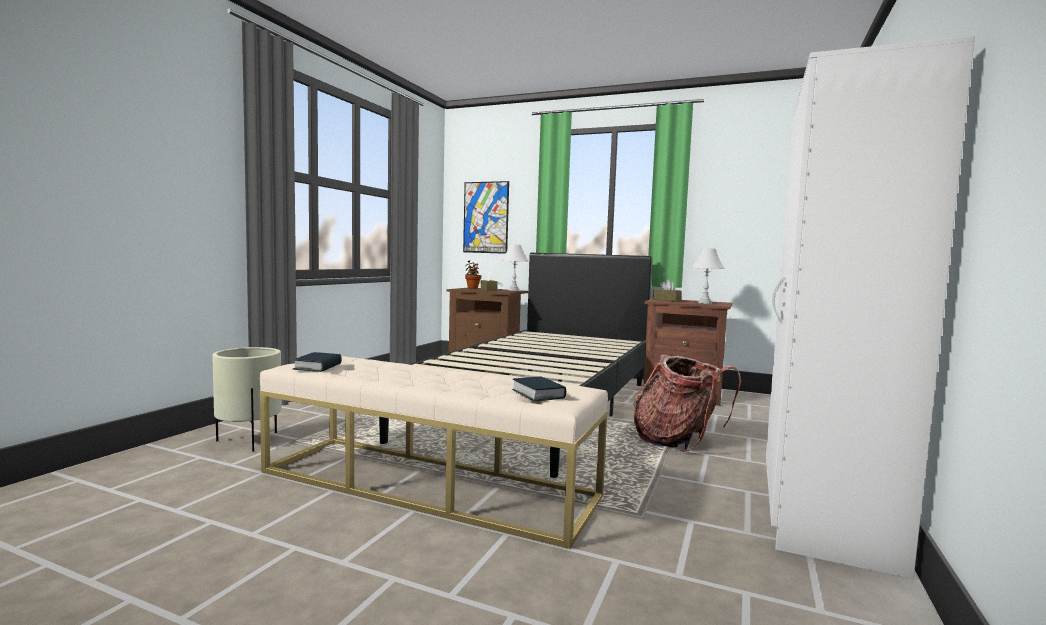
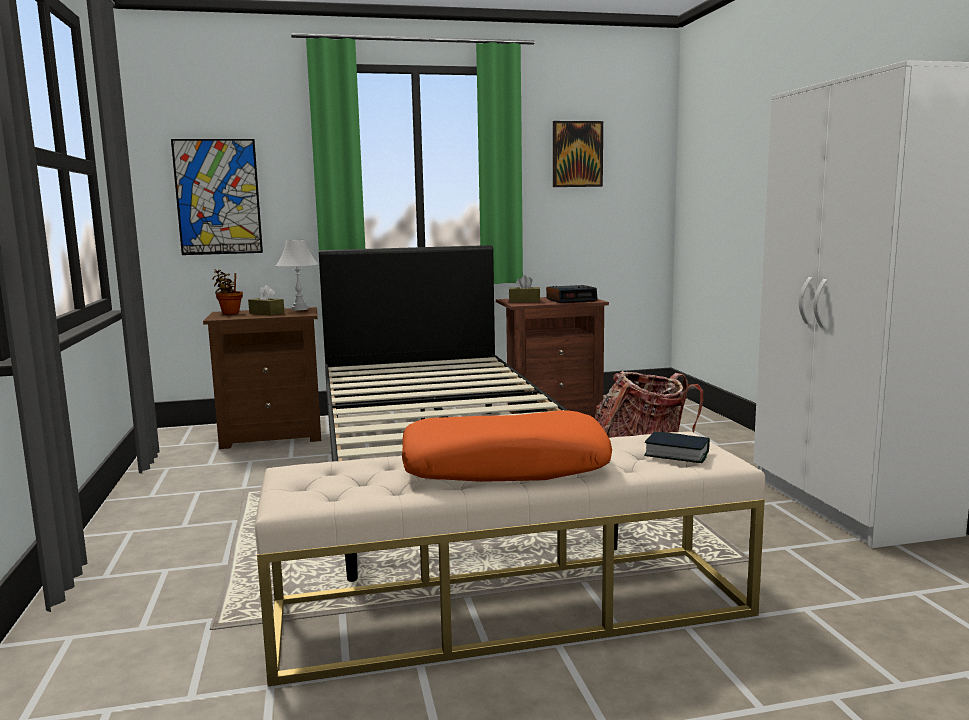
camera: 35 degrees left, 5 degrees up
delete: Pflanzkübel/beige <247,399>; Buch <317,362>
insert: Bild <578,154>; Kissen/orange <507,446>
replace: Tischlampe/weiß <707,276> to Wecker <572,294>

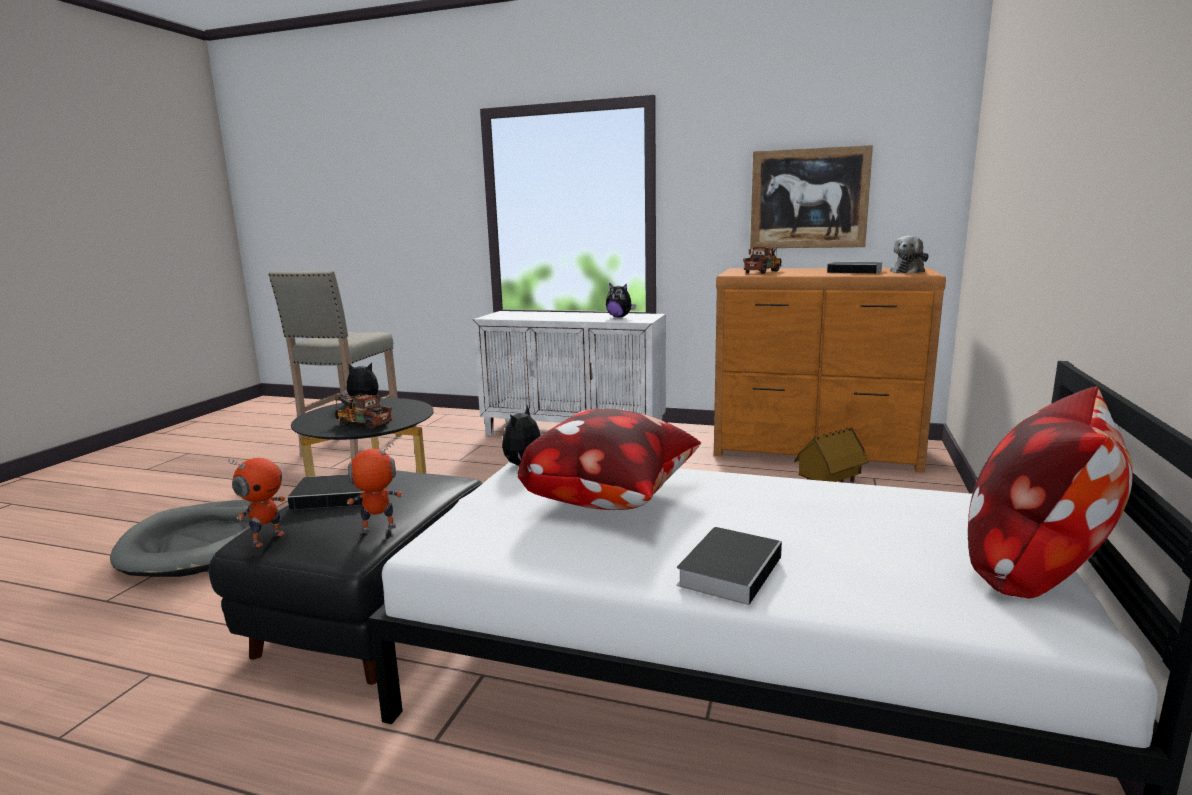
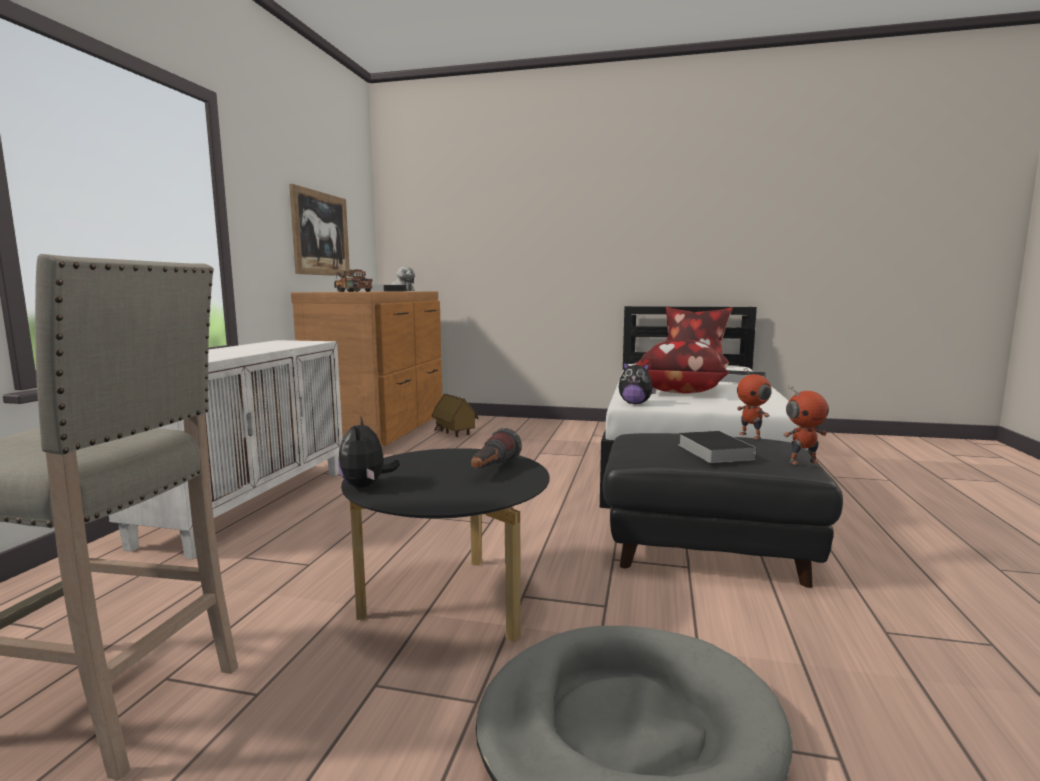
camera: 95 degrees left, 5 degrees down
delete: Plüschtier <621,300>
replace: Spielzeuglaster <363,412> to Taschenlampe <496,448>
rotate: Spielzeugroboter <257,502> = <806,425> 150 degrees clockwise

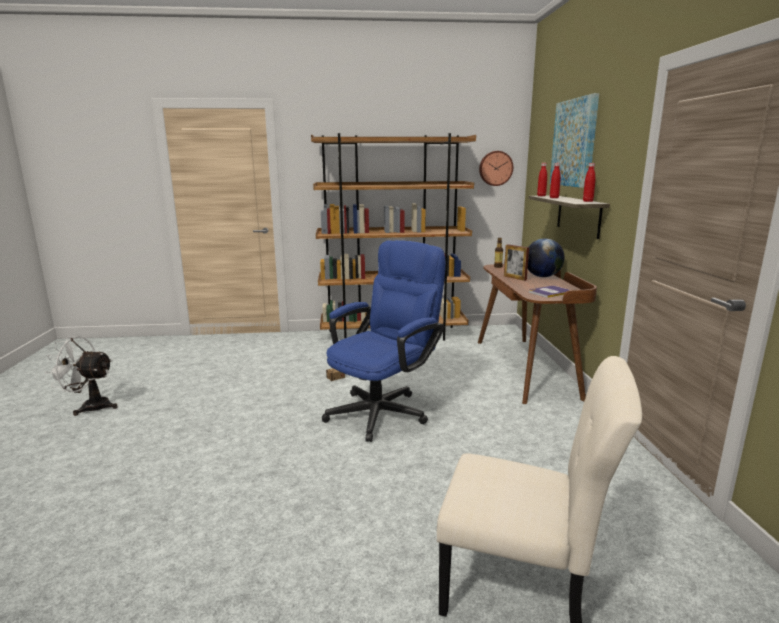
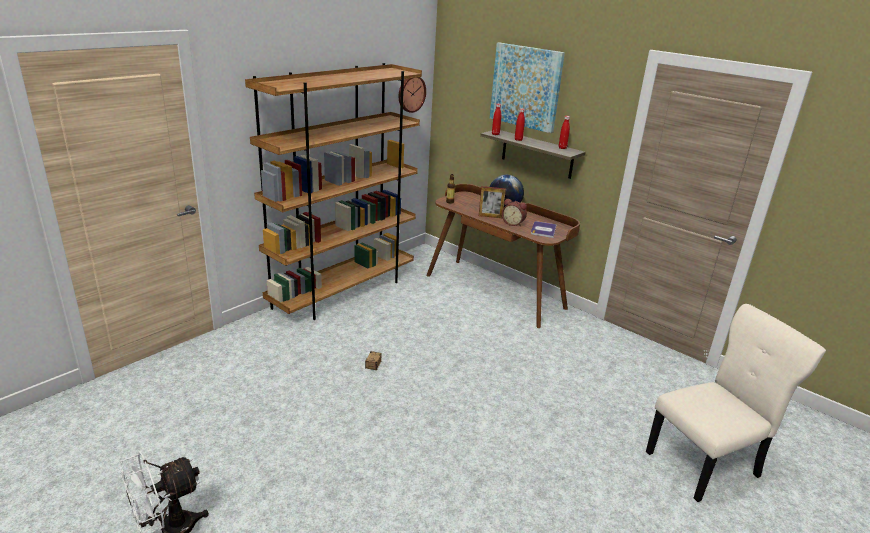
camera: 45 degrees left, 10 degrees up
delete: Bürostuhl/blau <384,341>
insert: Wecker <514,213>

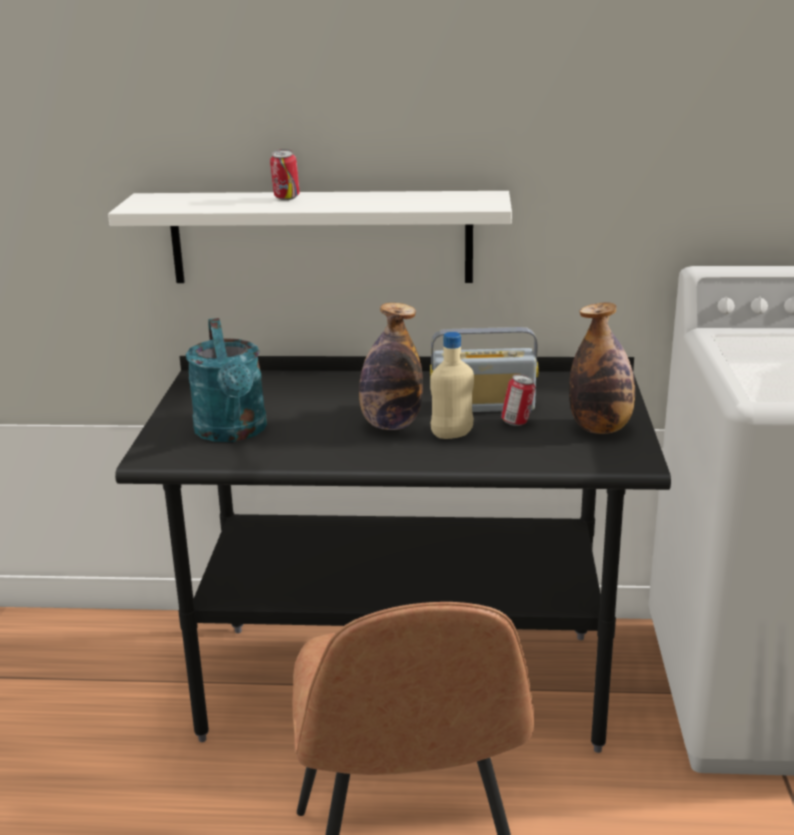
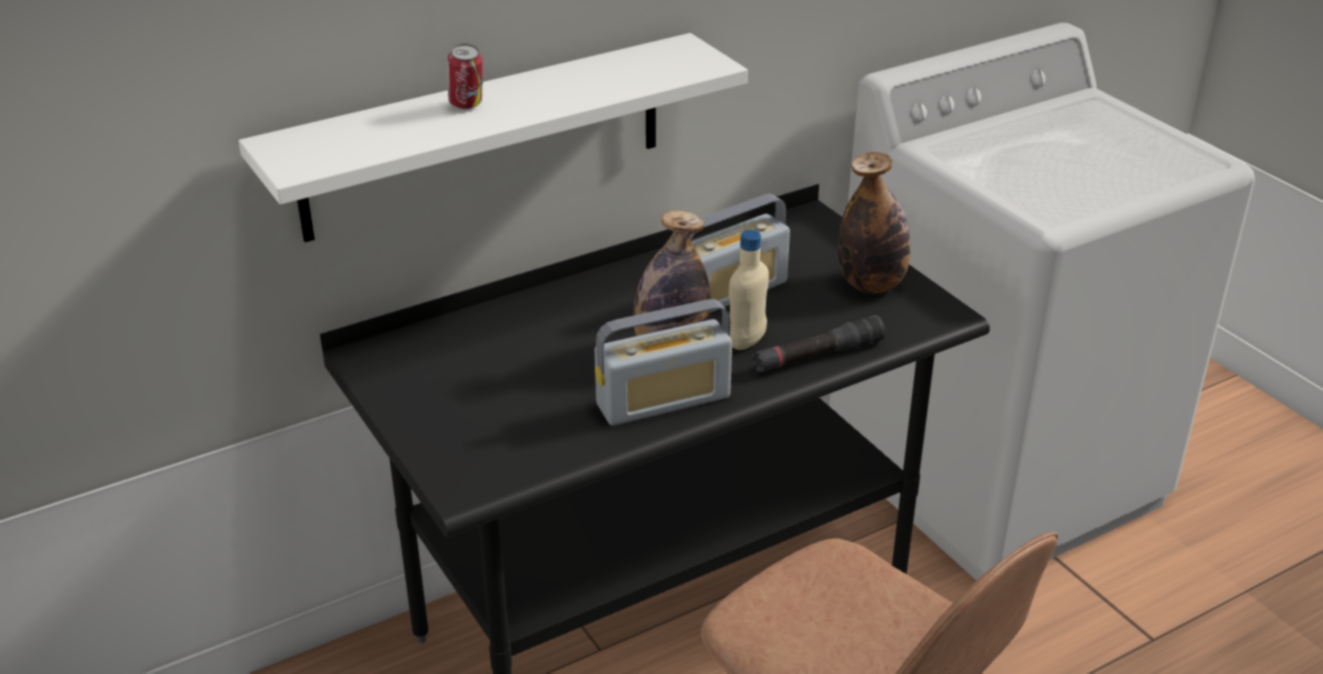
camera: 35 degrees left, 10 degrees up
delete: Gießkanne/türkis <226,380>; Dose <518,400>
insert: Radio <663,362>; Taschenlampe/schwarz <818,343>

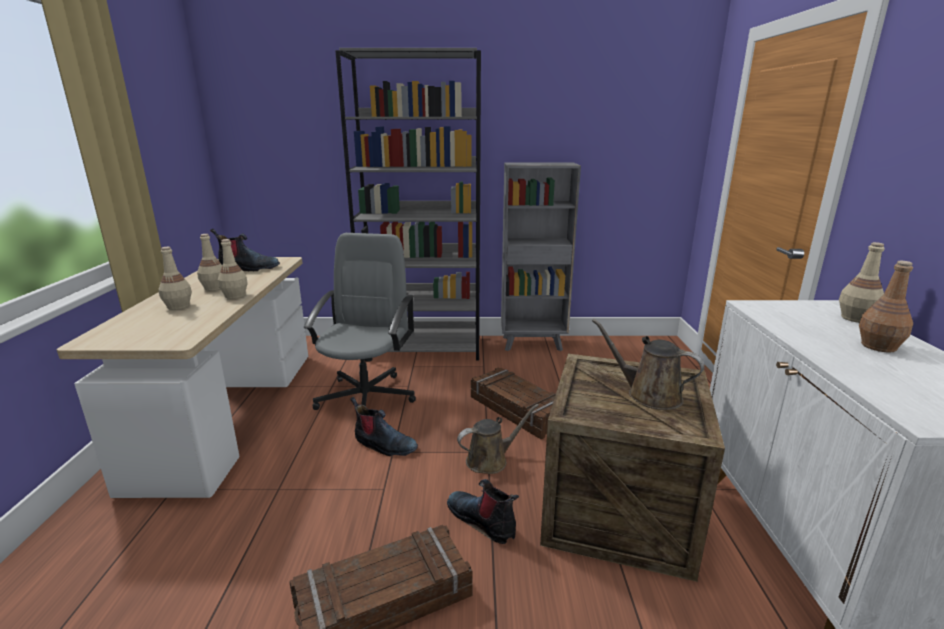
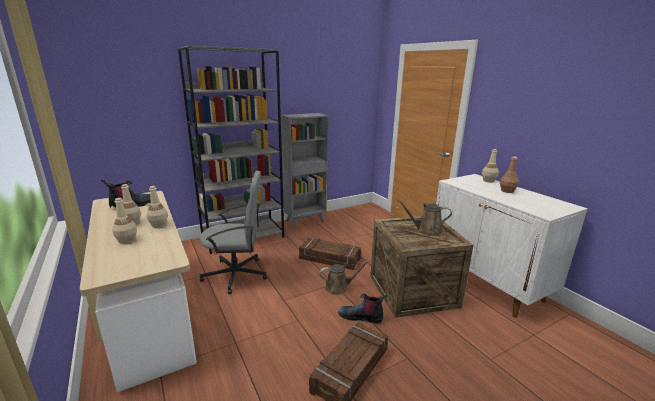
camera: 30 degrees left, 0 degrees up
delete: Stiefel <384,426>
rotate: Bürostuhl/grau <360,321> = <233,232> 105 degrees clockwise; Gießkanne/braun <498,439> = <345,277> 45 degrees clockwise

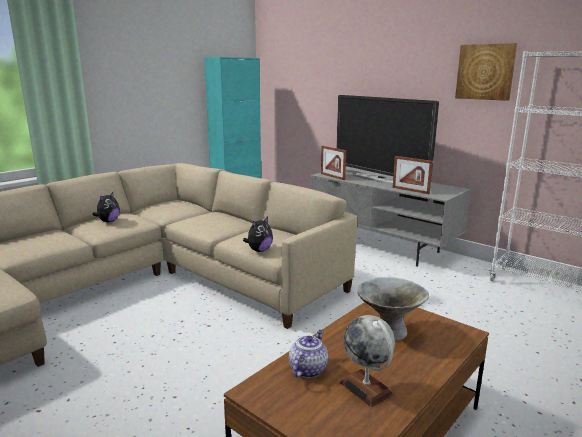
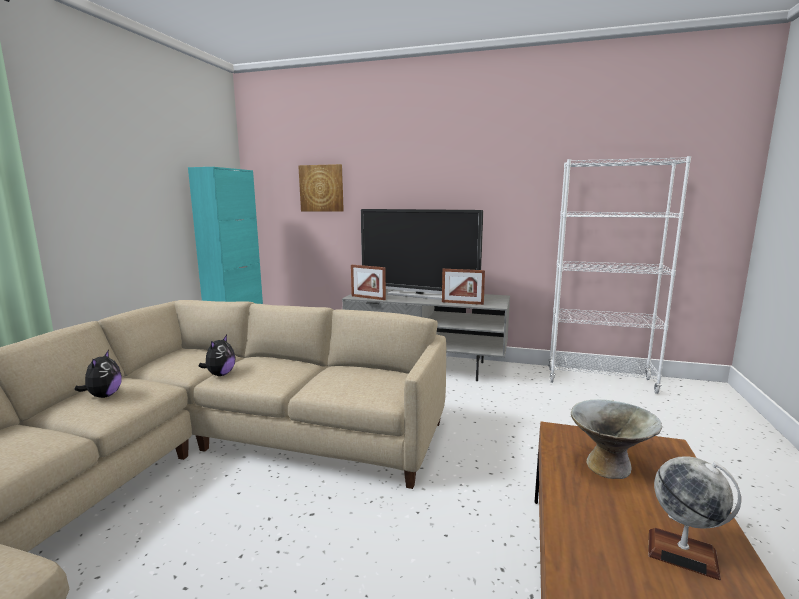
camera: 25 degrees left, 5 degrees down
delete: Teekanne <308,354>
move: Bild <486,72> to <321,188>; Plüschtier <258,234> to <216,355>

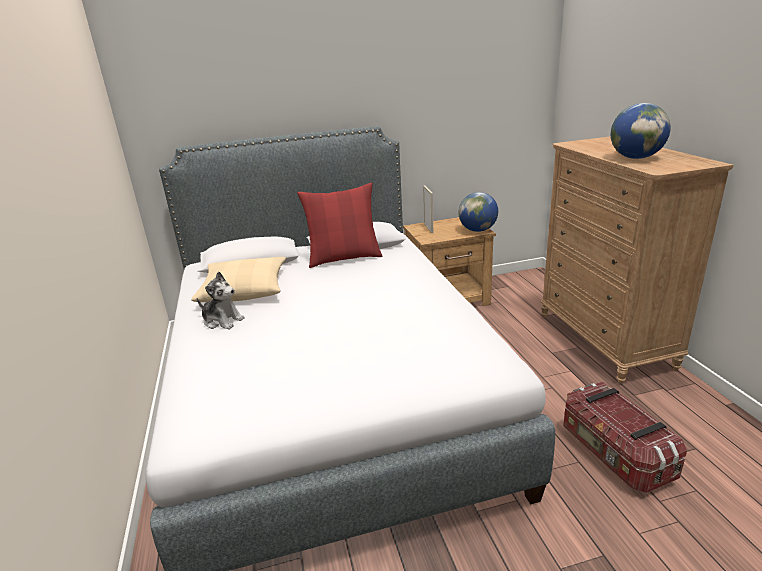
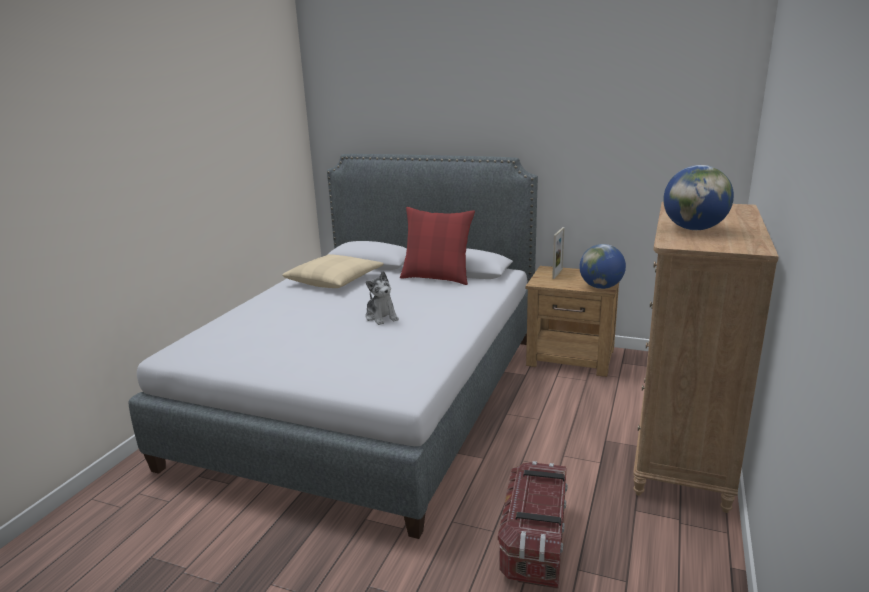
camera: 35 degrees right, 5 degrees down
move: Plüschtier <221,300> to <382,298>

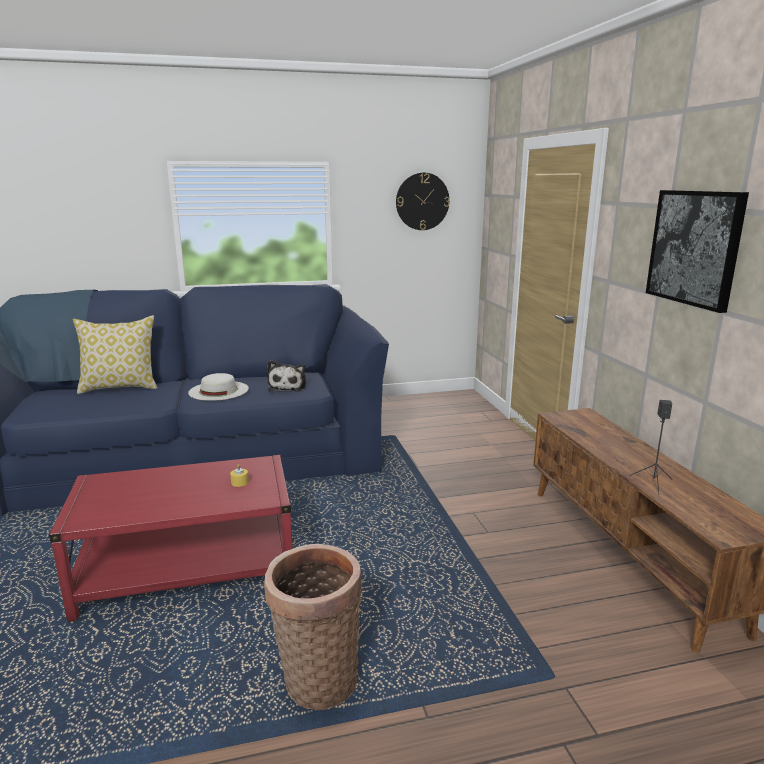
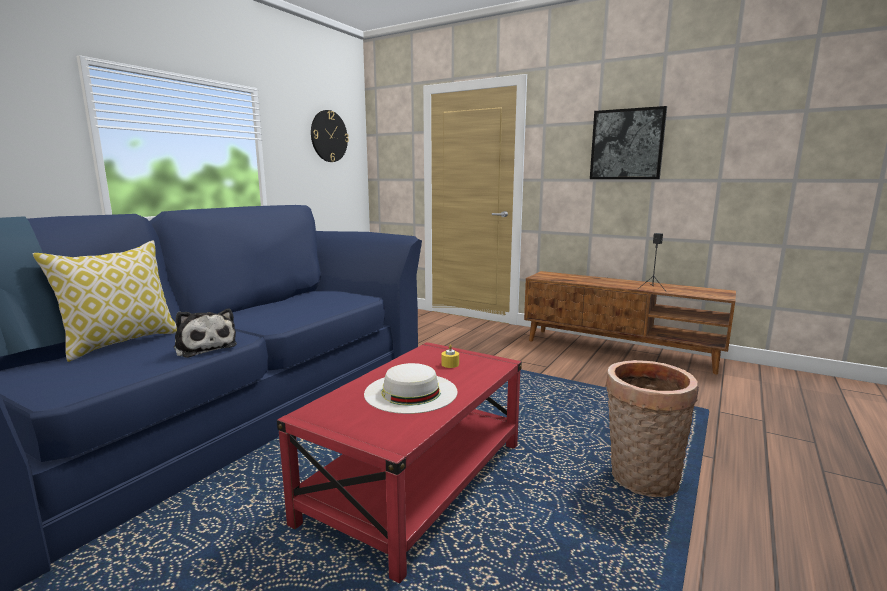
camera: 45 degrees left, 5 degrees down
move: Plüschtier <287,376> to <205,333>; Hut/weiß <218,387> to <411,388>

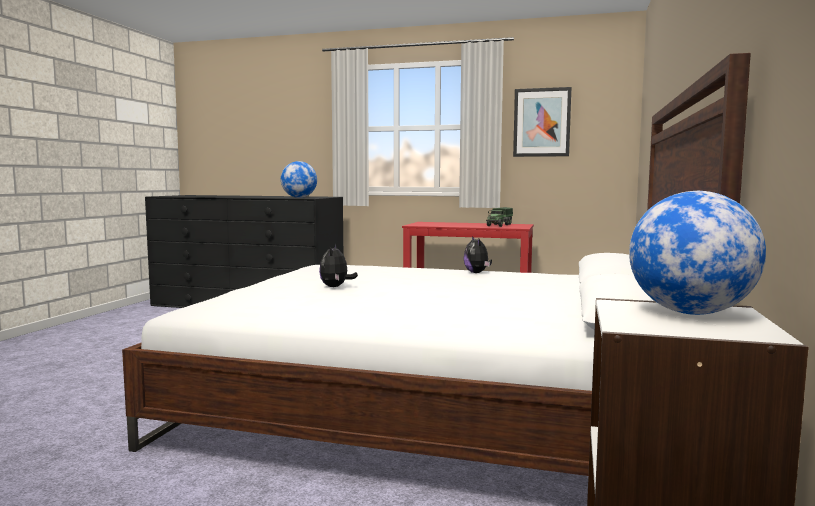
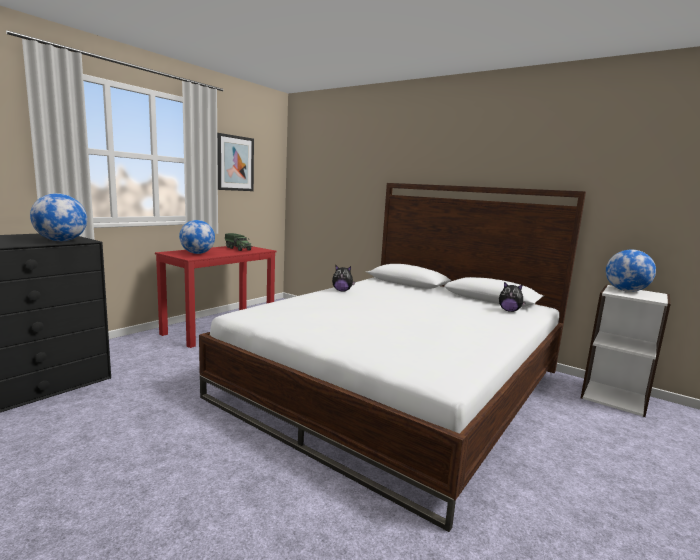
camera: 70 degrees left, 5 degrees up
insert: Globus <197,237>
move: Plüschtier <338,265> to <512,297>

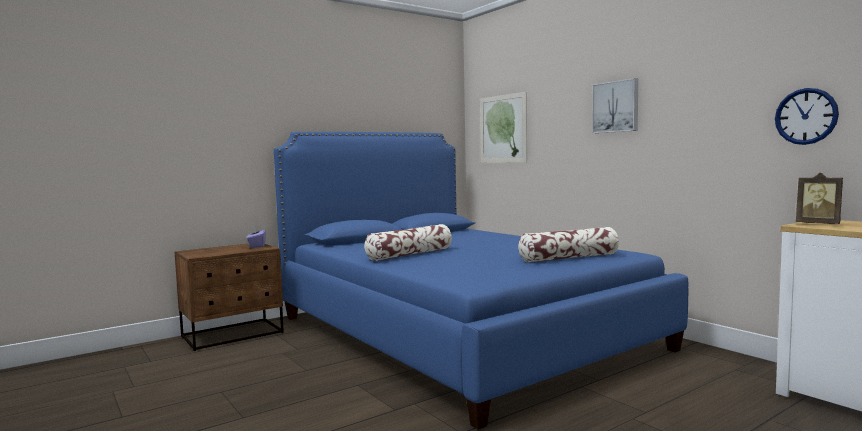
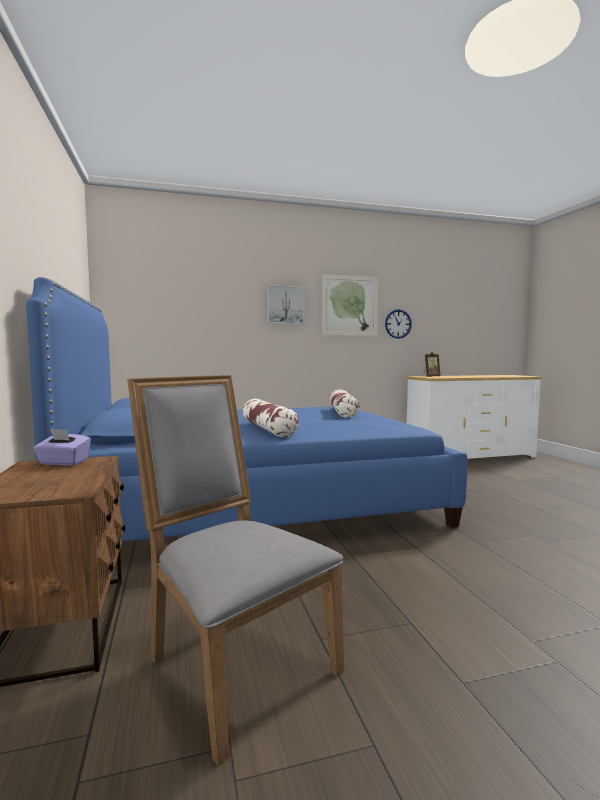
camera: 70 degrees left, 0 degrees up
insert: Stuhl/grau <235,570>
move: Bild <503,127> to <350,305>

